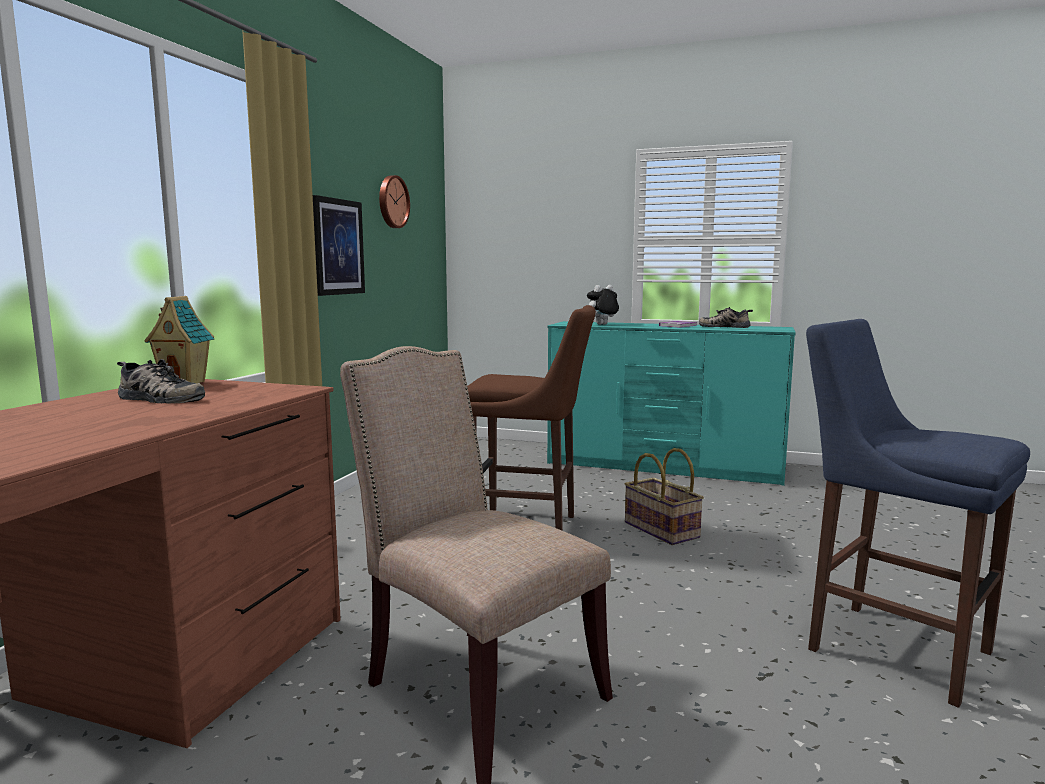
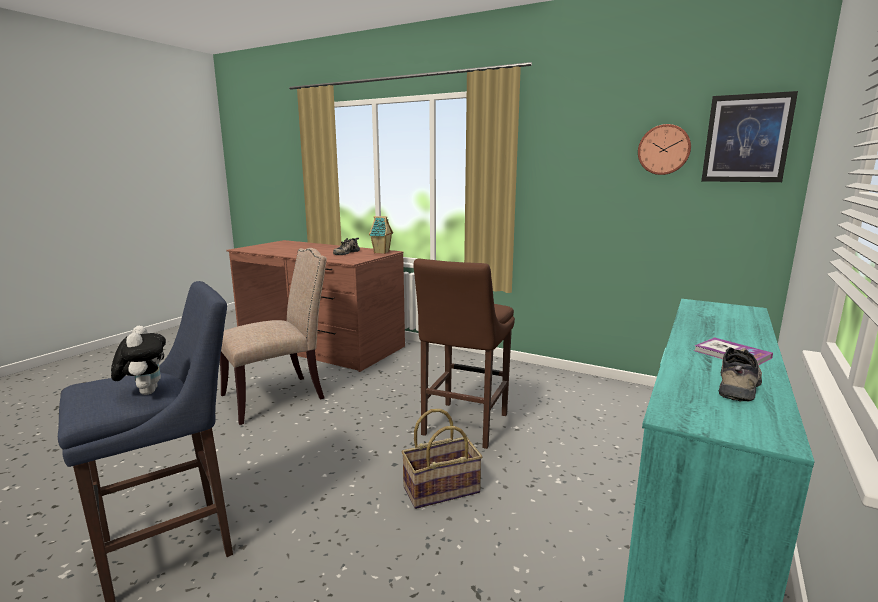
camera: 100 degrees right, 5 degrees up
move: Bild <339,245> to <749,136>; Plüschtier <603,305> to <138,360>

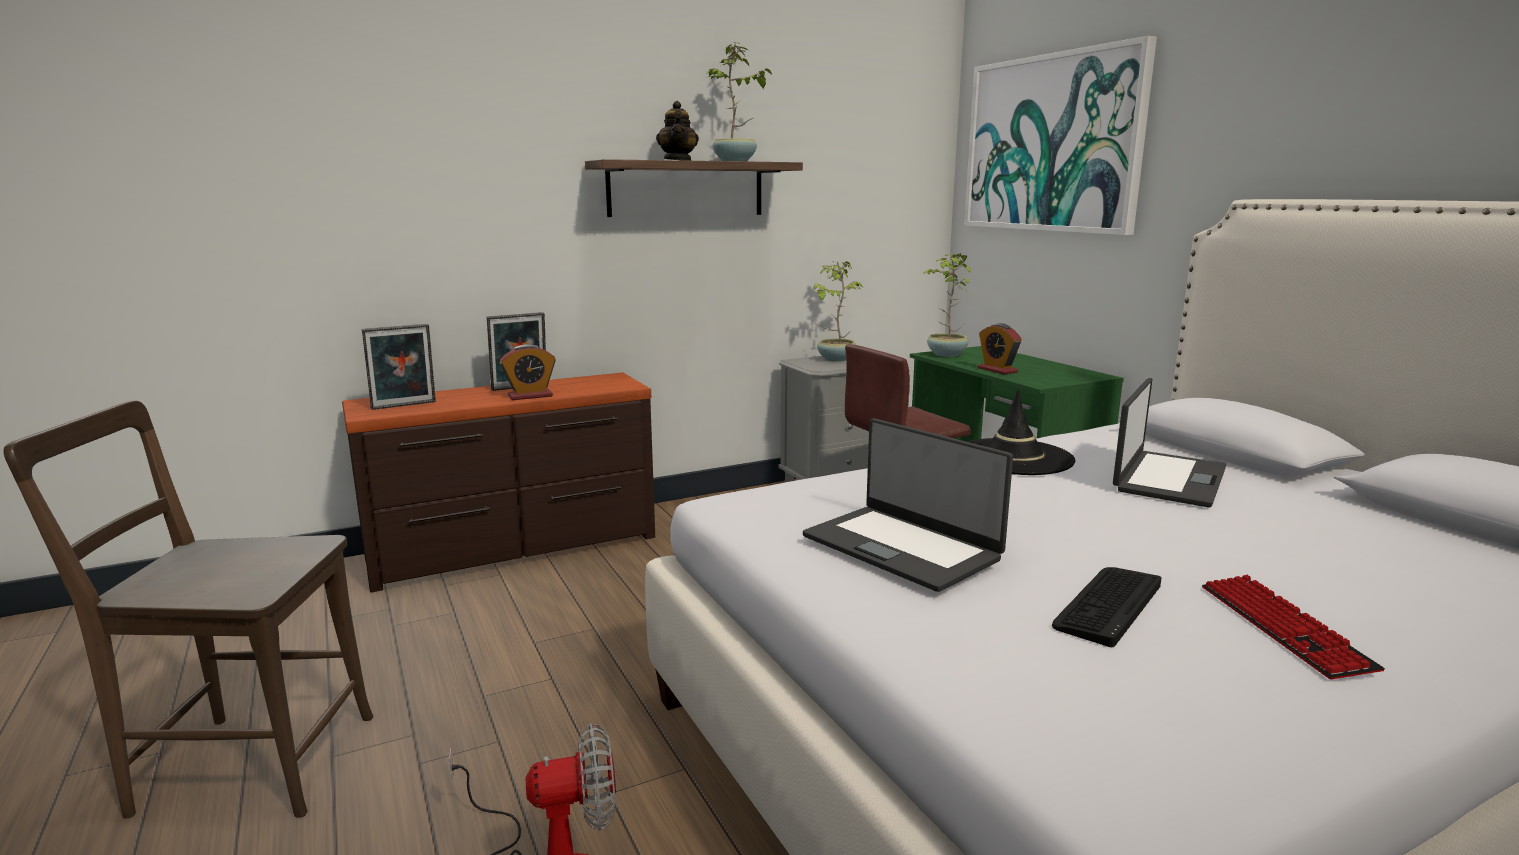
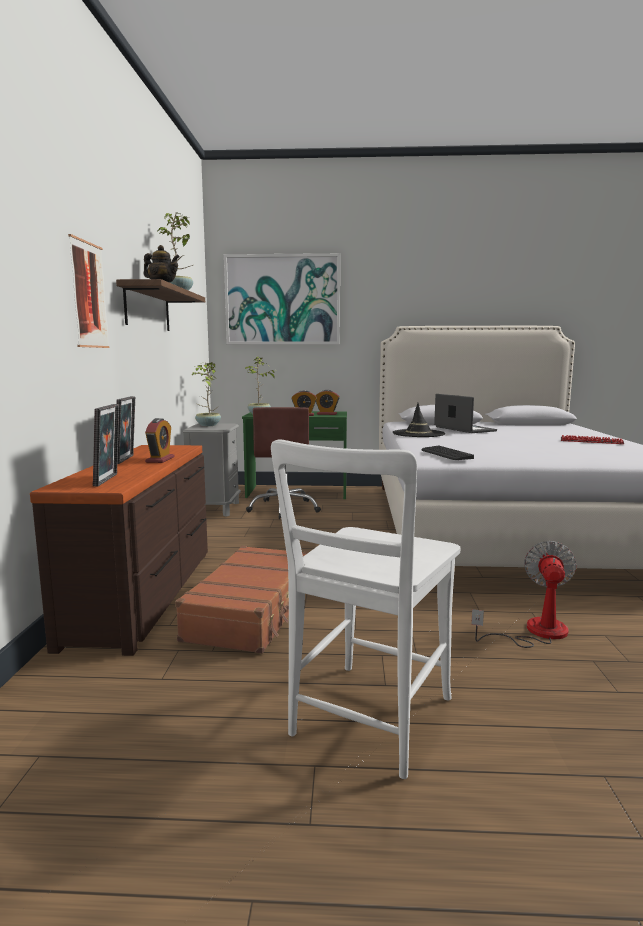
camera: 60 degrees left, 5 degrees down
delete: Laptop <908,505>
insert: Bild <89,291>; Wecker <327,402>; Koffer/braun <242,600>
move: Tastatur <1107,607> to <447,453>
recolor: Stuhl/braun <188,609> to Stuhl/weiß <365,609>

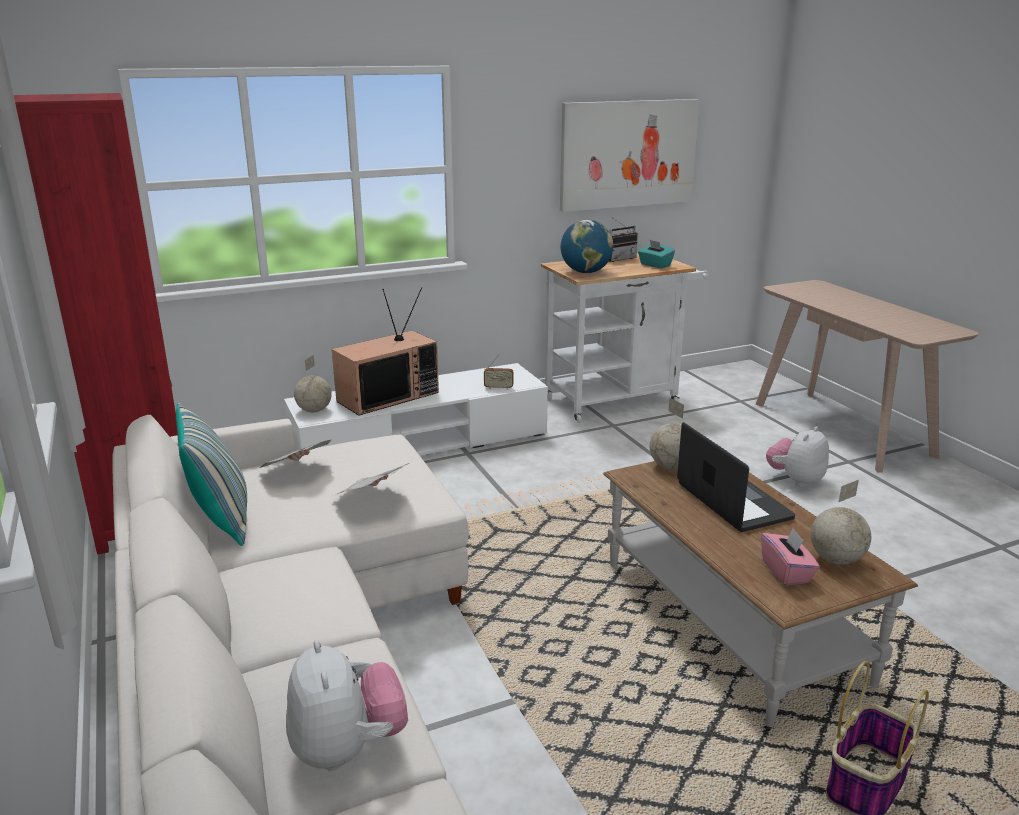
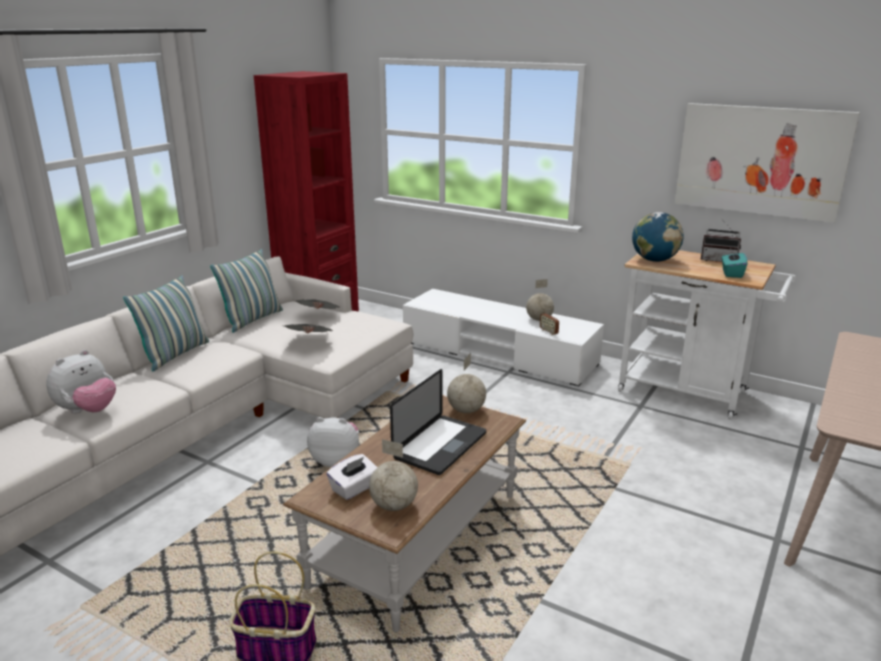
camera: 55 degrees right, 0 degrees up
delete: Fernseher <385,351>
insert: Kissen <166,323>
move: Globus <313,383> to <540,300>; Plüschtier <797,456> to <333,442>
recolor: Taschentuchbox/rosa <790,557> to Taschentuchbox/weiß <351,477>

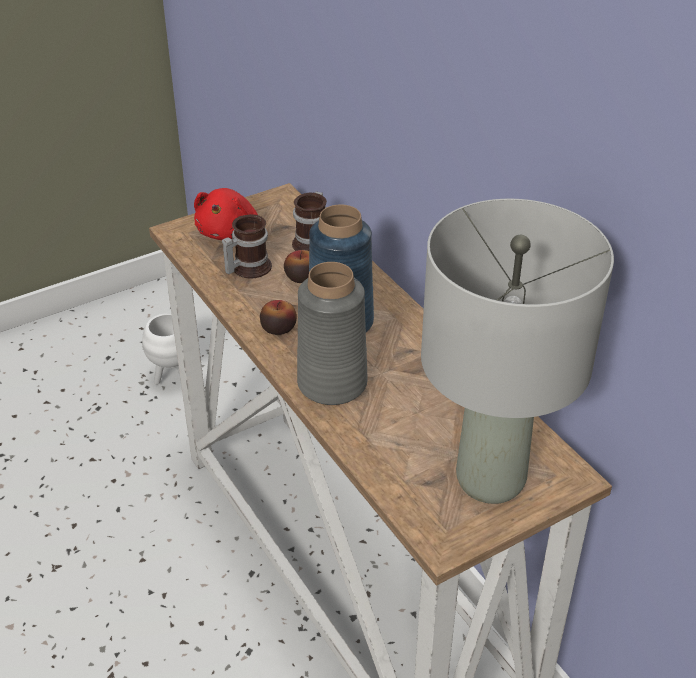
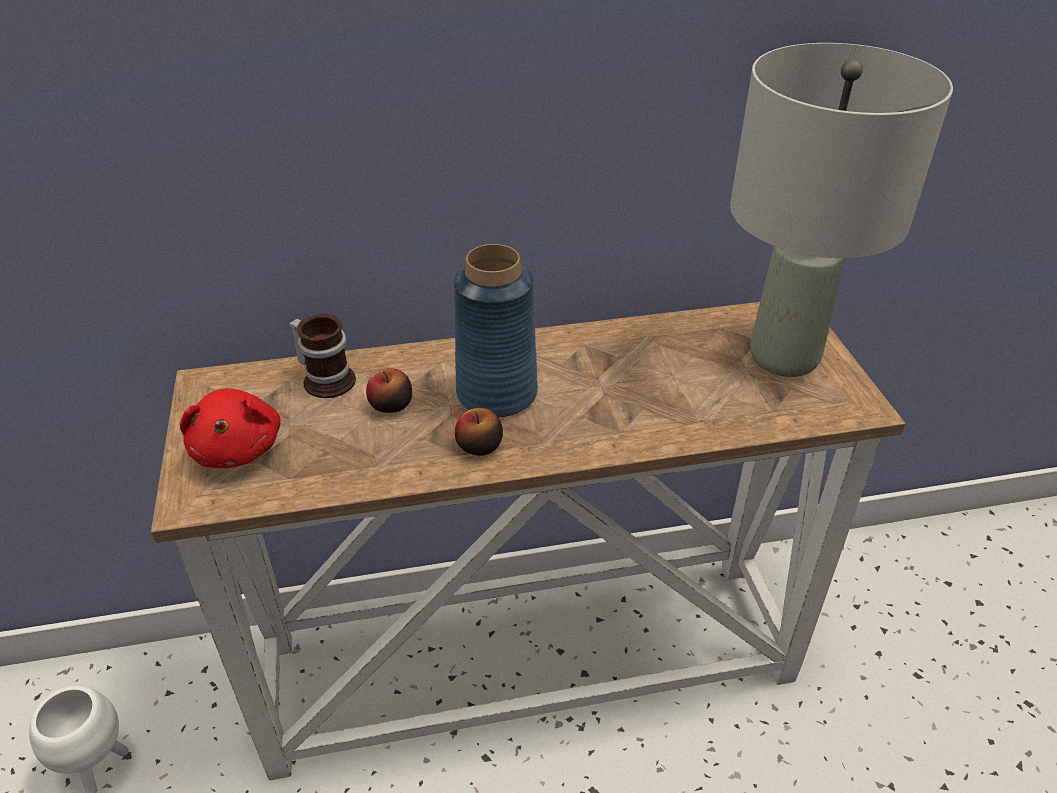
camera: 70 degrees left, 0 degrees up
delete: Henkelbecher <247,246>; Vase/grau <332,333>
rotate: Plüschtier/rot <226,214> = <230,428> 45 degrees clockwise

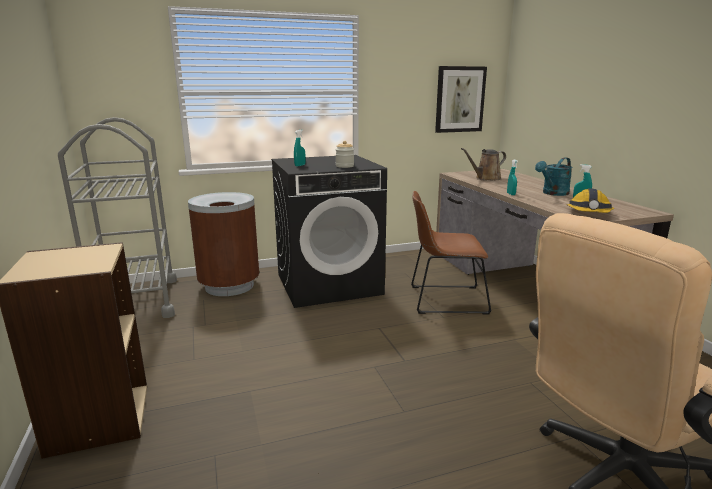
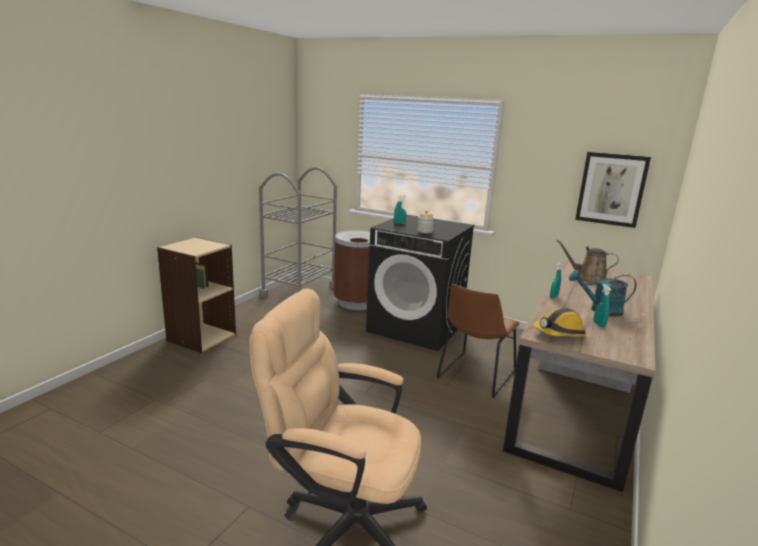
camera: 45 degrees right, 0 degrees up
rotate: Stuhl/braun <451,252> = <478,341> 105 degrees counterclockwise

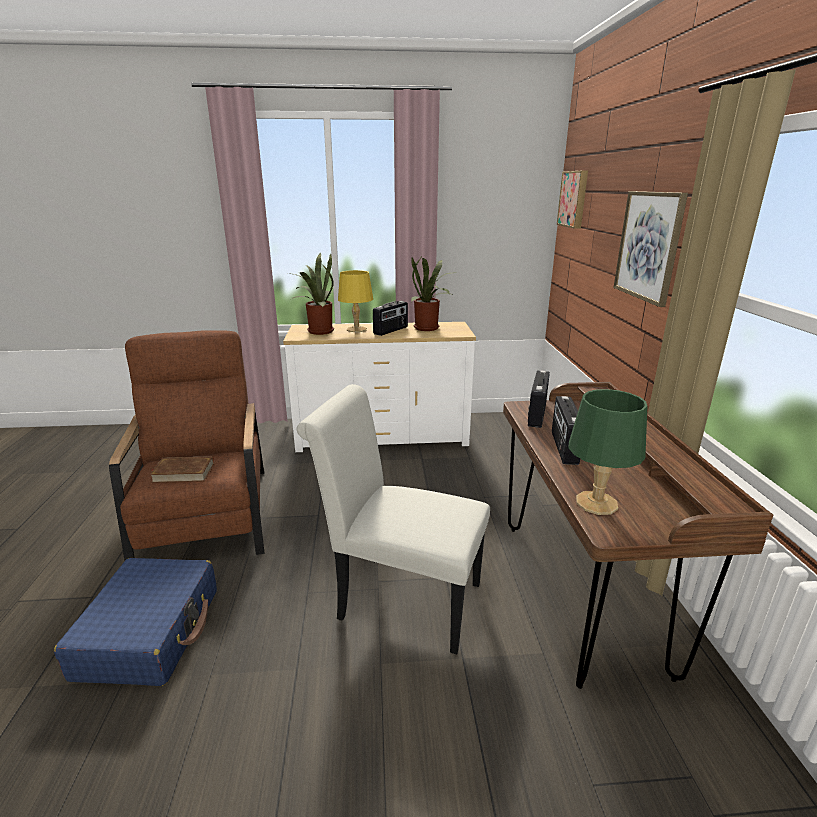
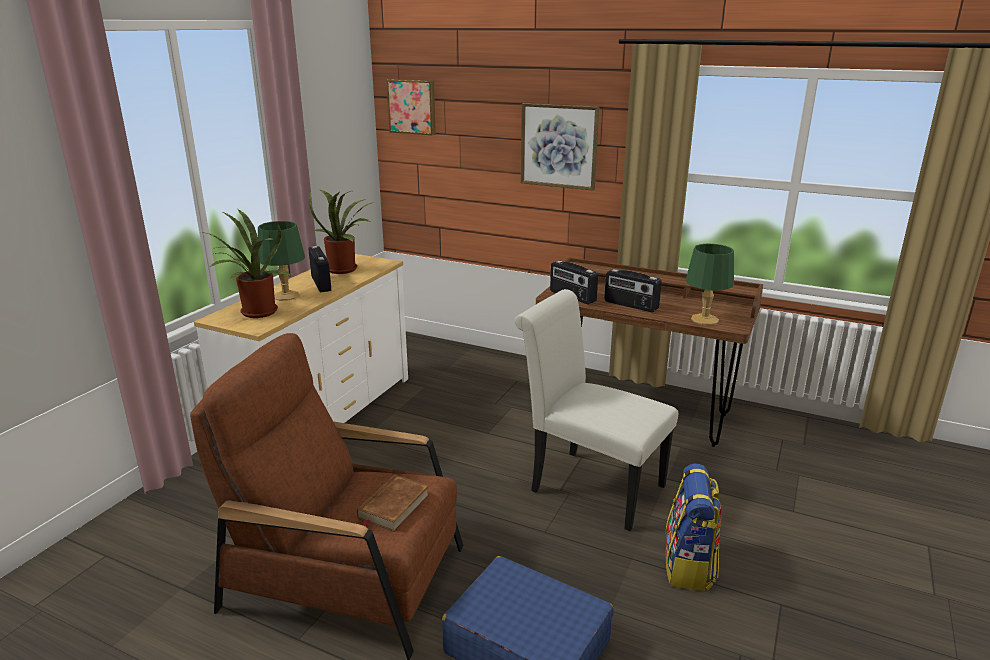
camera: 60 degrees left, 0 degrees up
insert: Rucksack <693,527>
recolor: Tischlampe/gelb <355,301> to Tischlampe/grün <281,261>
rotate: Stuhl/weiß <393,519> = <596,410> 75 degrees clockwise

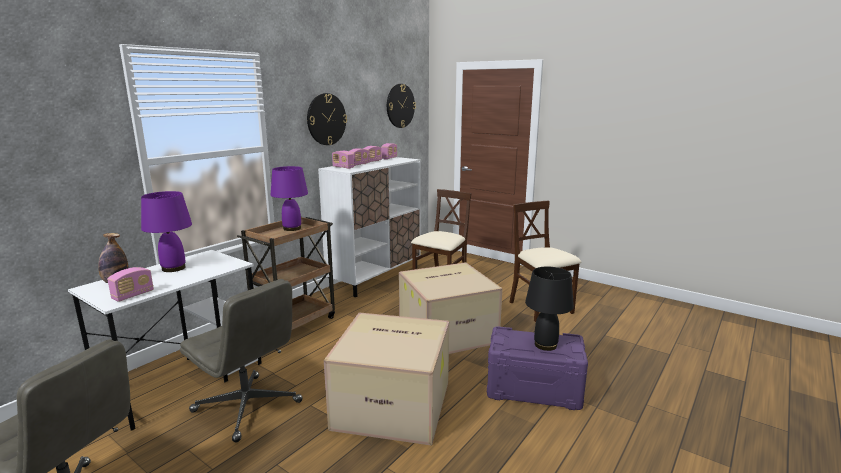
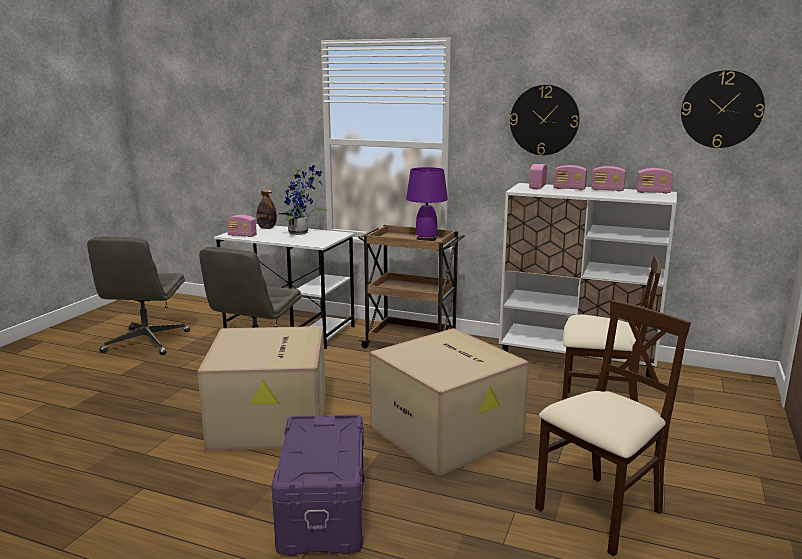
camera: 75 degrees right, 0 degrees up
delete: Tischlampe/schwarz <549,309>
replace: Tischlampe/lila <166,231> to Topfpflanze <303,200>

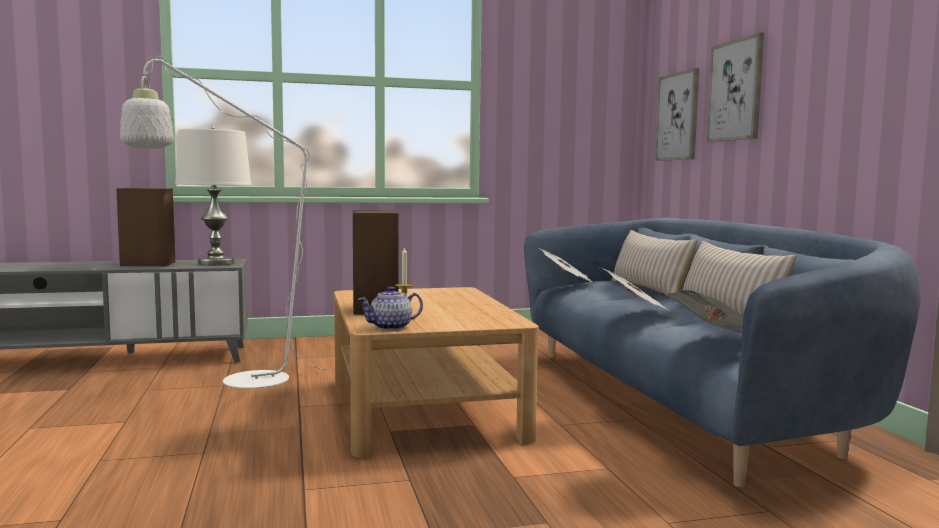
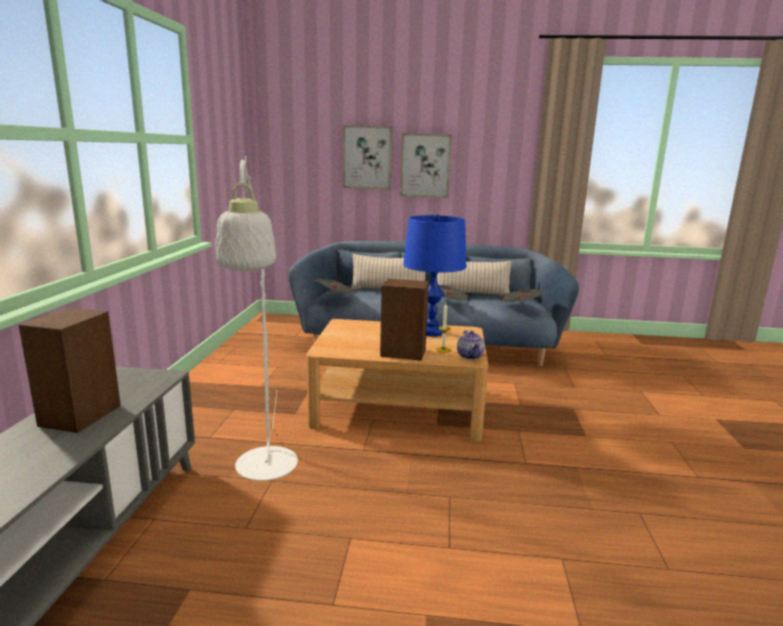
camera: 70 degrees left, 10 degrees up
delete: Tischlampe/weiß <213,196>
insert: Tischlampe/blau <434,275>
move: Bild <677,114> to <426,165>

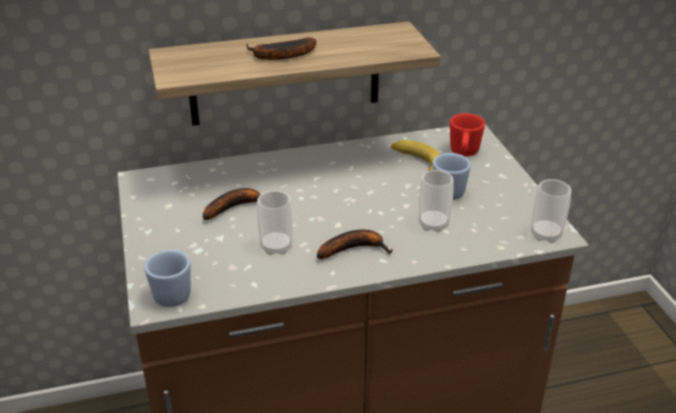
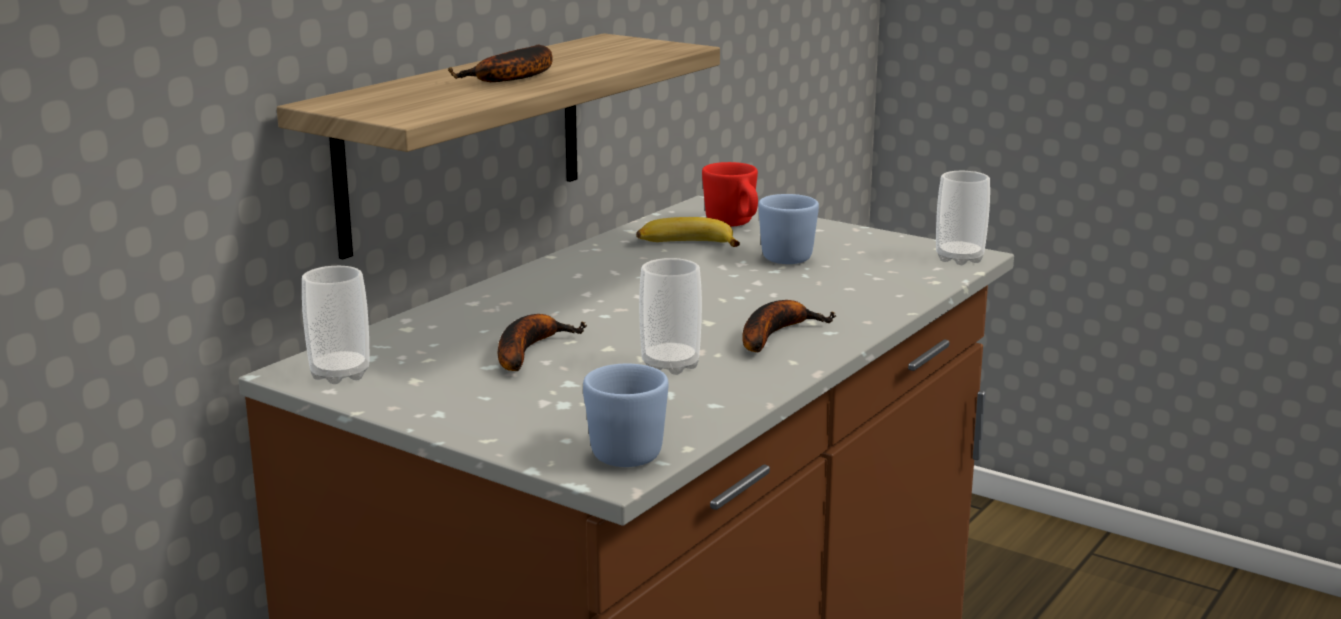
camera: 40 degrees left, 15 degrees down
move: Tasse <436,201> to <335,325>

